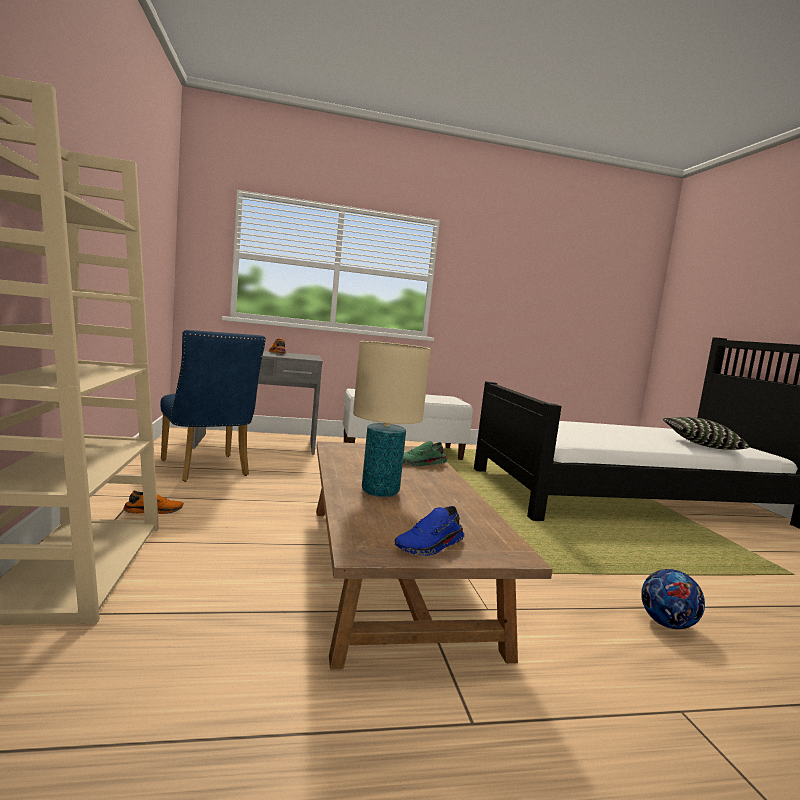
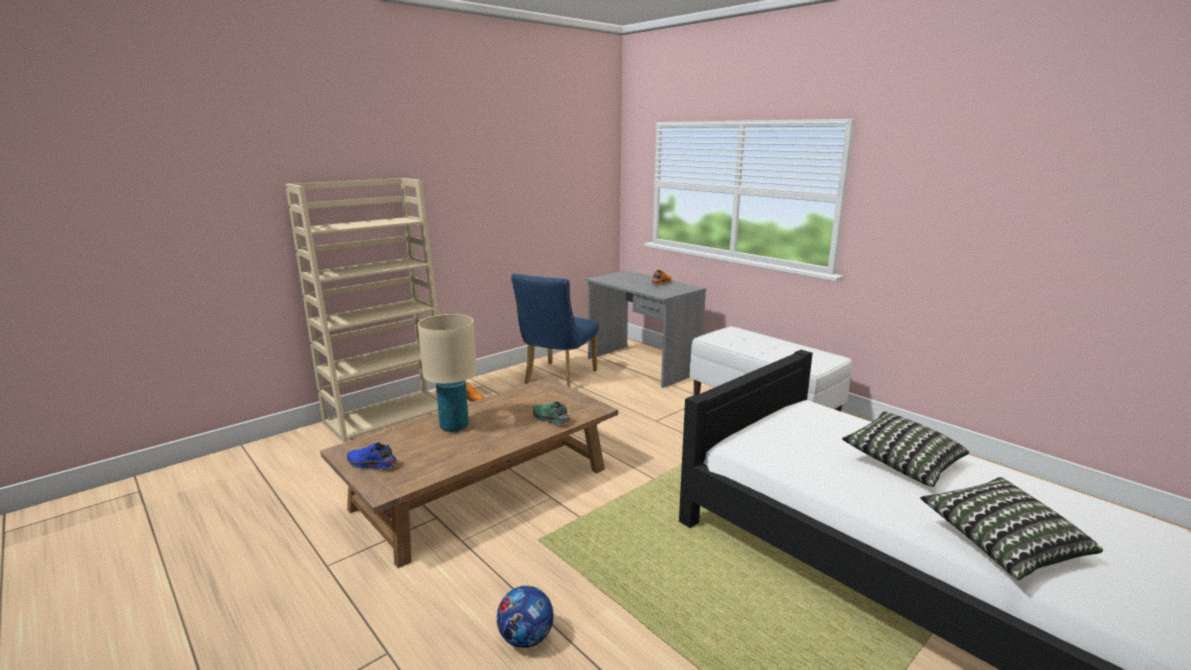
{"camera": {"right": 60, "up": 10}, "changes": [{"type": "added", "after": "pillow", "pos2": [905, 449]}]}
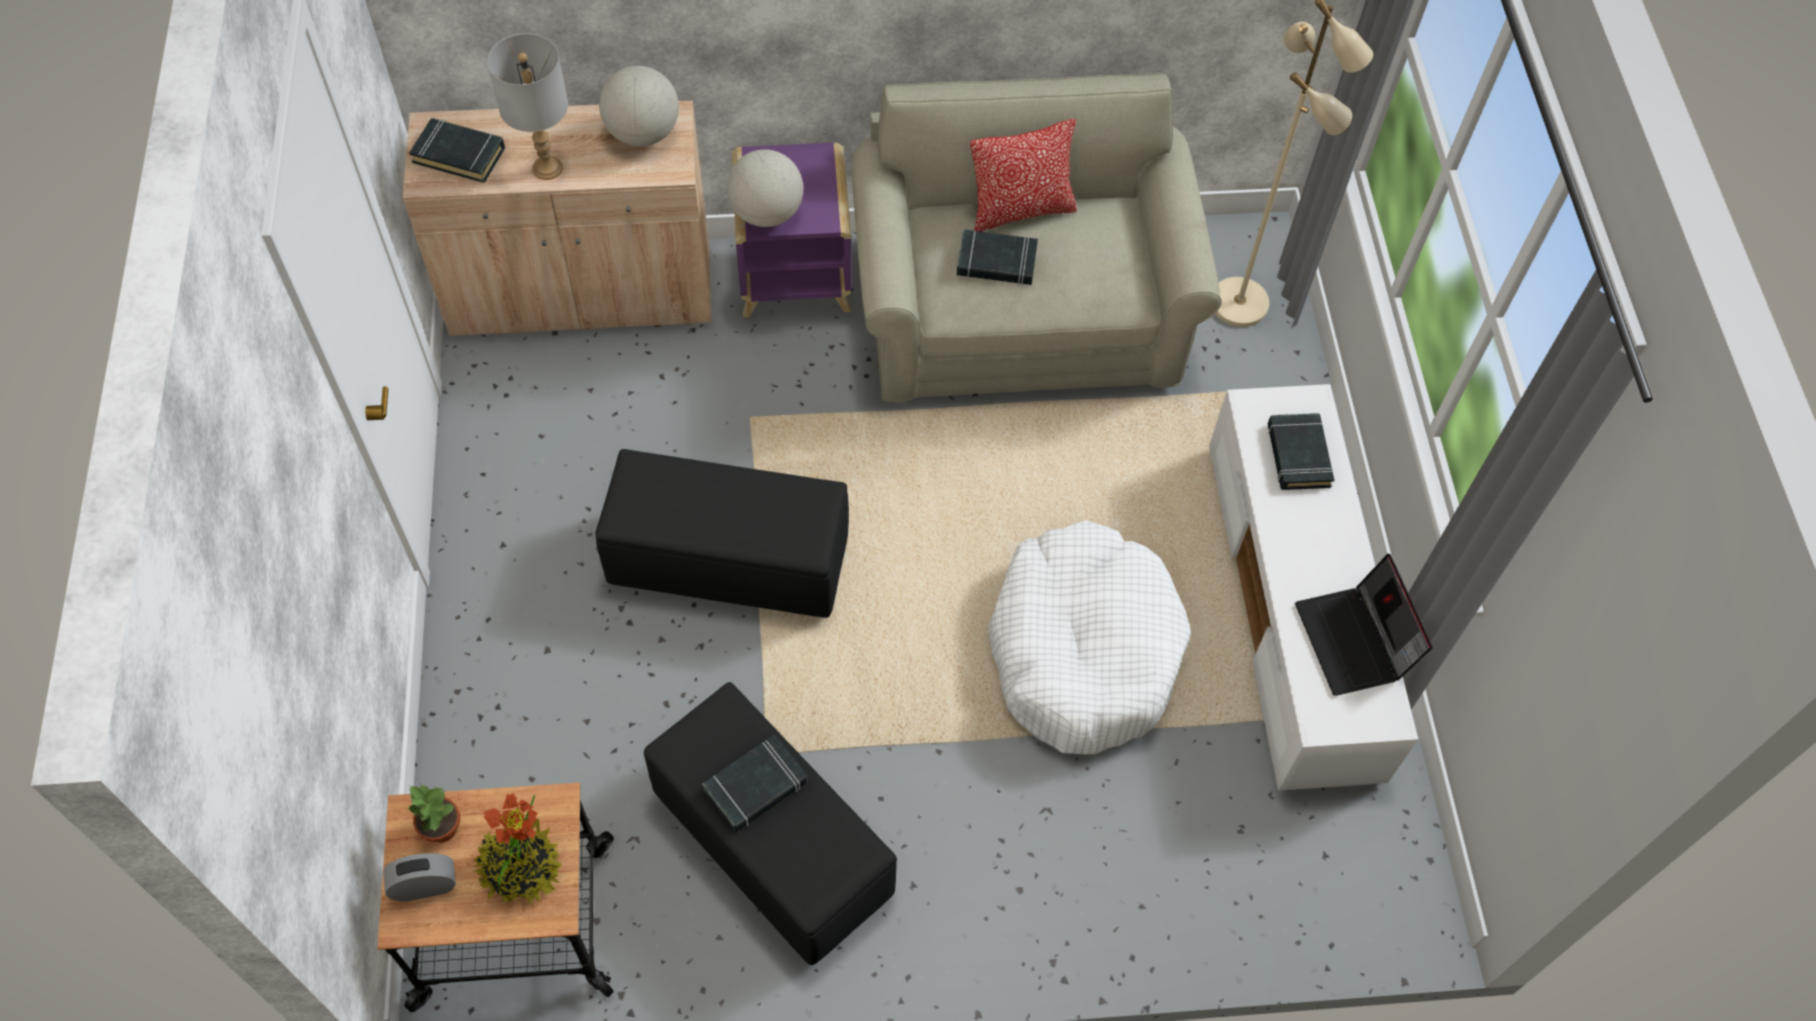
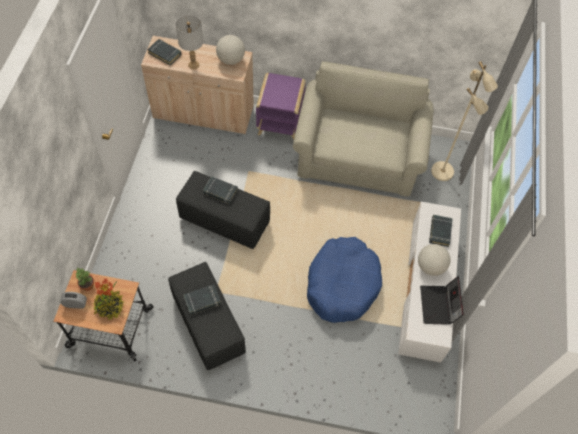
{"camera": {"right": 15, "up": 0}, "changes": [{"type": "removed", "before": "pillow", "pos1": [1023, 175]}, {"type": "moved", "before": "desk globe", "pos1": [765, 188], "pos2": [434, 260]}, {"type": "moved", "before": "black bound book", "pos1": [997, 257], "pos2": [220, 190]}, {"type": "recoloured", "before": "white-coloured dog cushion", "after": "blue dog cushion", "pos1": [1089, 637], "pos2": [344, 280]}]}
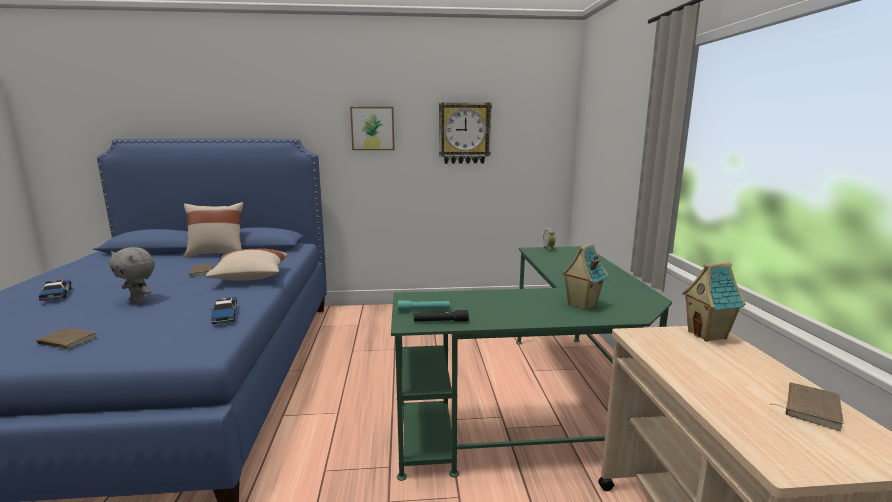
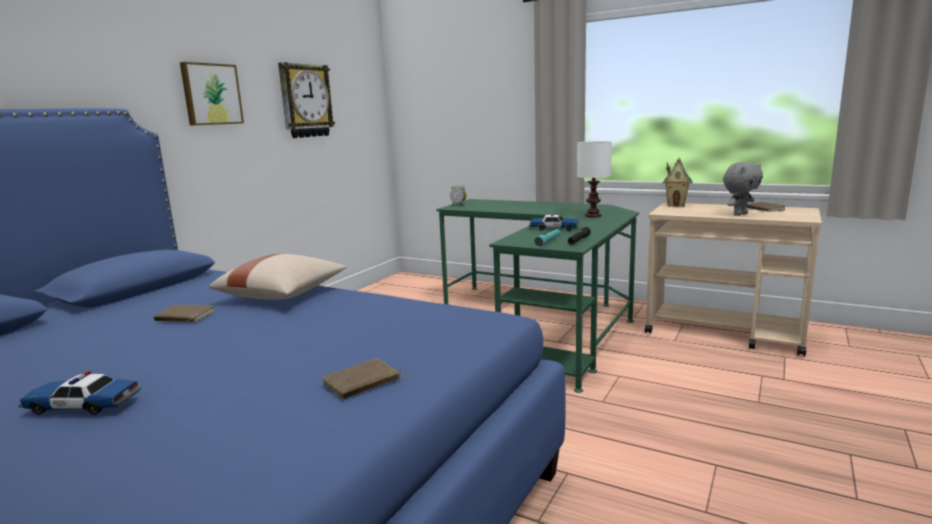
{"camera": {"right": -55, "up": 0}, "changes": [{"type": "removed", "before": "beige-coloured pillow", "pos1": [214, 230]}, {"type": "replaced", "before": "toy house", "after": "white-coloured lamp for a table", "pos1": [584, 276], "pos2": [594, 179]}, {"type": "moved", "before": "gray plush toy", "pos1": [132, 275], "pos2": [743, 189]}, {"type": "moved", "before": "miniature car", "pos1": [223, 310], "pos2": [554, 222]}]}
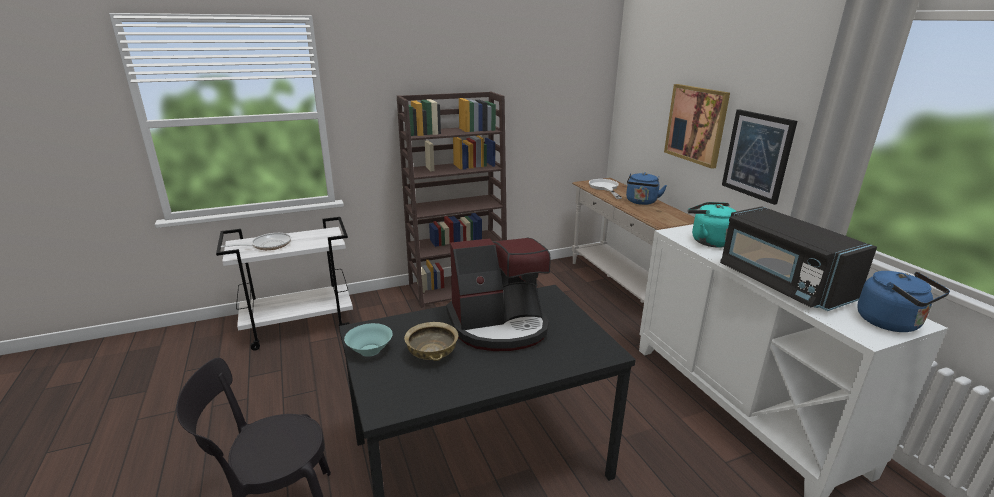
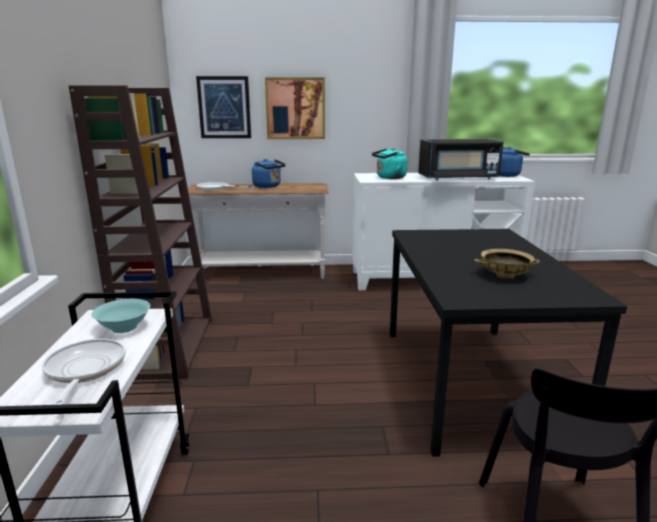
{"camera": {"right": -70, "up": -5}, "changes": [{"type": "moved", "before": "picture", "pos1": [759, 157], "pos2": [223, 107]}, {"type": "removed", "before": "coffee machine", "pos1": [498, 294]}, {"type": "moved", "before": "turquoise-coloured deep dish", "pos1": [368, 340], "pos2": [120, 316]}]}
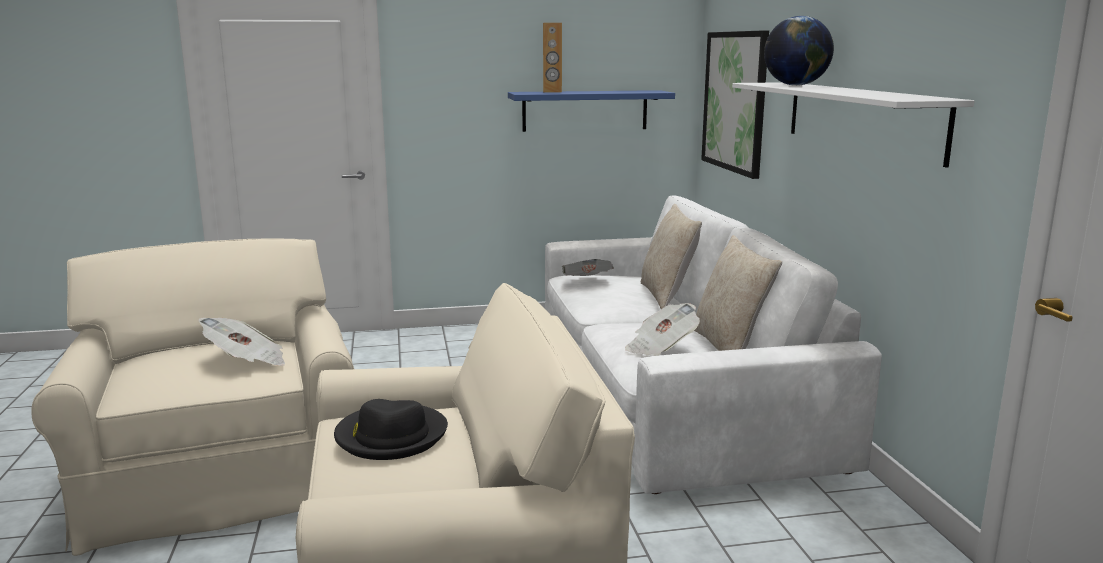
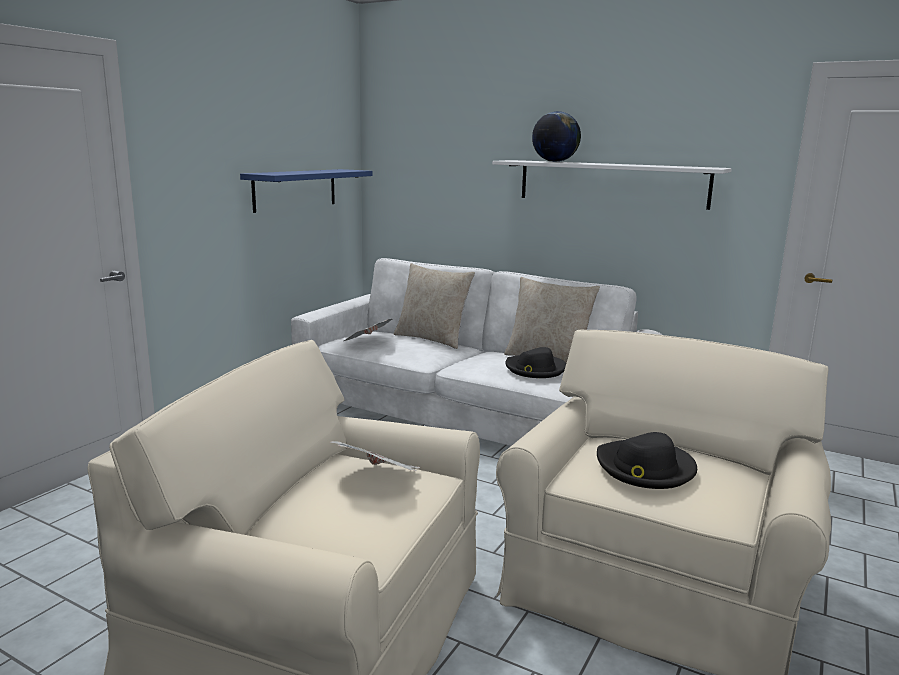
{"camera": {"right": -50, "up": 0}, "changes": [{"type": "removed", "before": "brown audio speaker", "pos1": [552, 57]}, {"type": "removed", "before": "picture", "pos1": [735, 104]}, {"type": "replaced", "before": "newspaper", "after": "black wearable hat", "pos1": [662, 329], "pos2": [536, 362]}]}
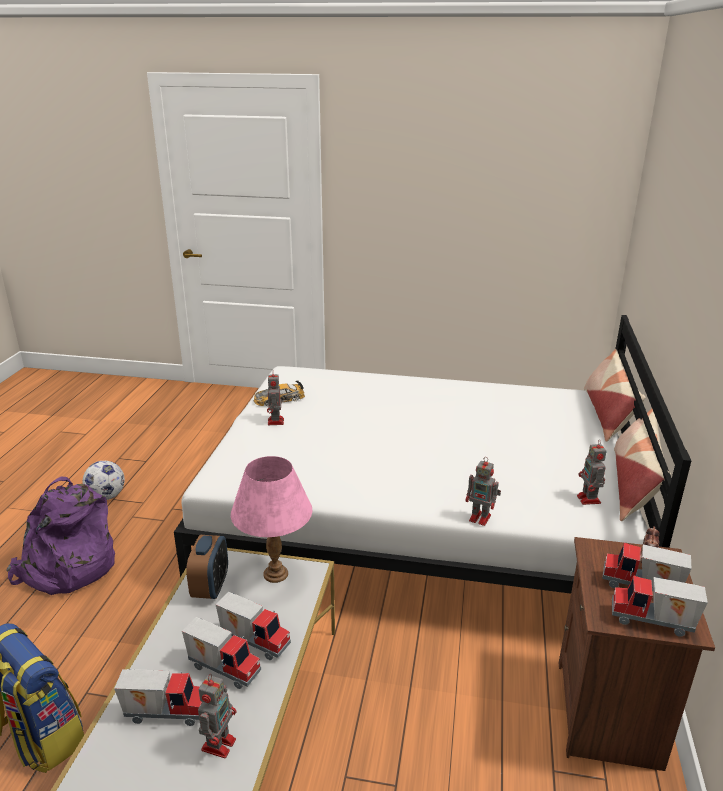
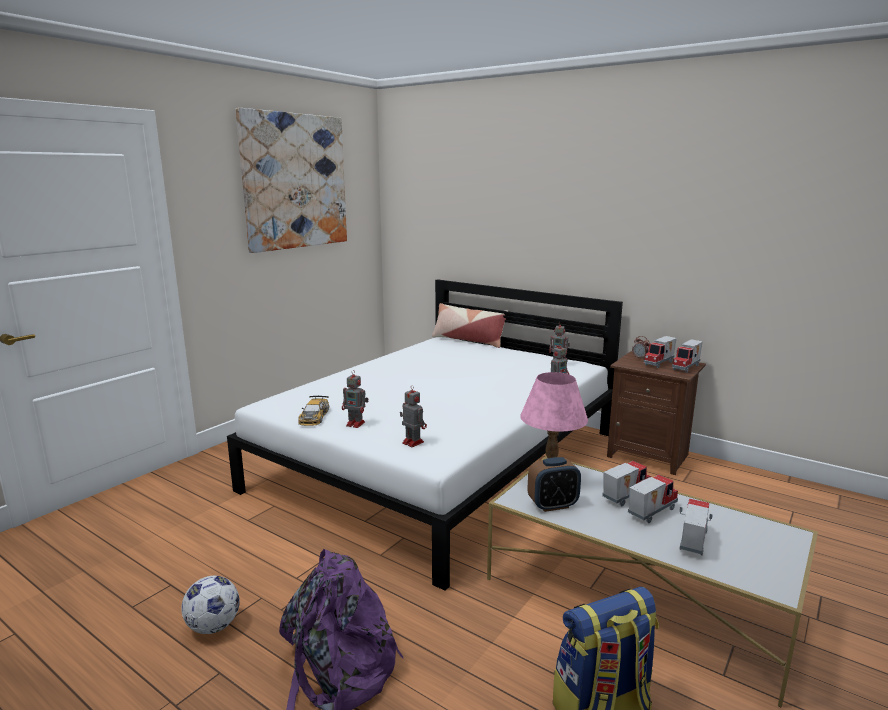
{"camera": {"right": -65, "up": -10}, "changes": [{"type": "removed", "before": "pillow", "pos1": [642, 465]}, {"type": "turned", "before": "table clock", "pos1": [207, 567], "pos2": [554, 484], "turn": 135}, {"type": "moved", "before": "robot figure", "pos1": [217, 716], "pos2": [413, 416]}, {"type": "added", "after": "picture", "pos2": [291, 180]}]}
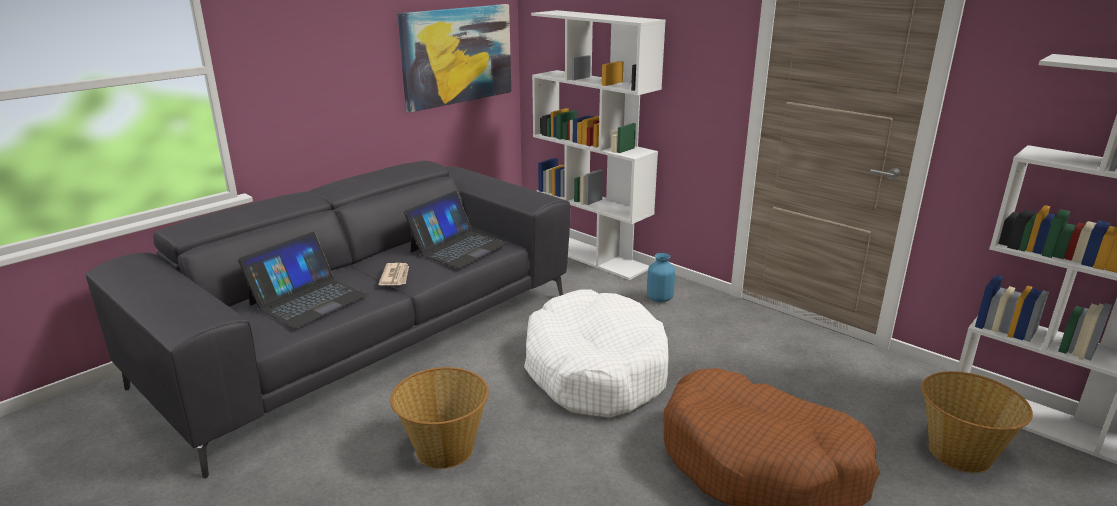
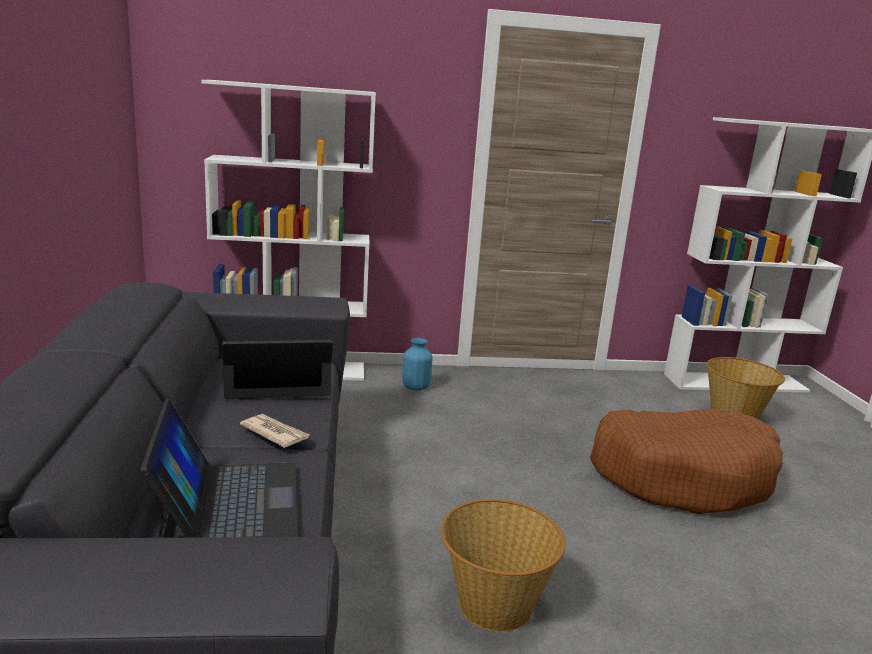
{"camera": {"right": -50, "up": -5}, "changes": [{"type": "removed", "before": "picture", "pos1": [454, 58]}, {"type": "turned", "before": "portable computer", "pos1": [456, 229], "pos2": [277, 369], "turn": -90}, {"type": "removed", "before": "white-coloured dog cushion", "pos1": [596, 354]}]}
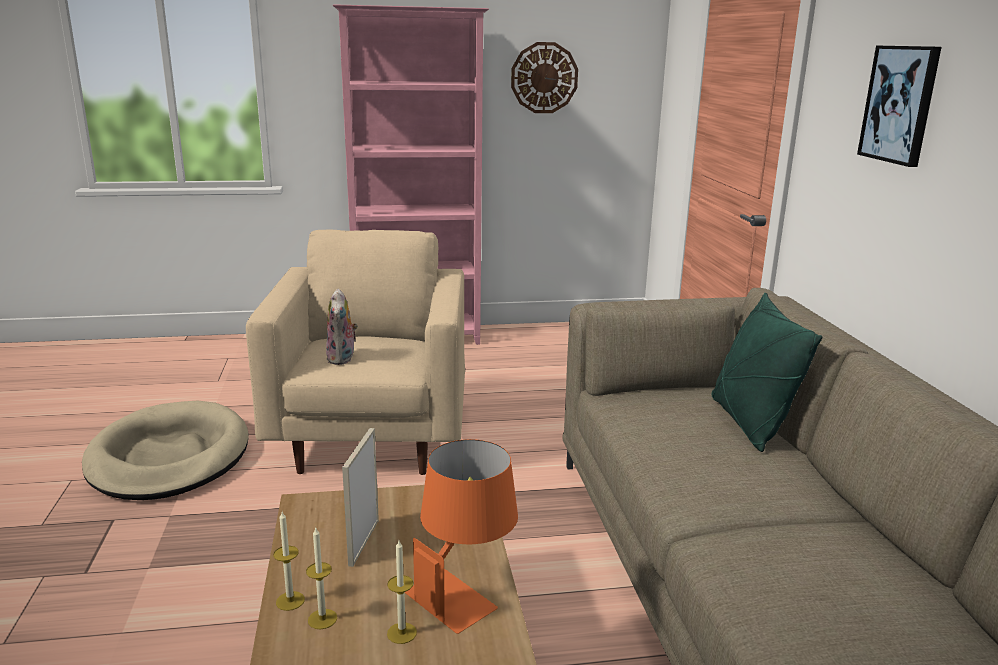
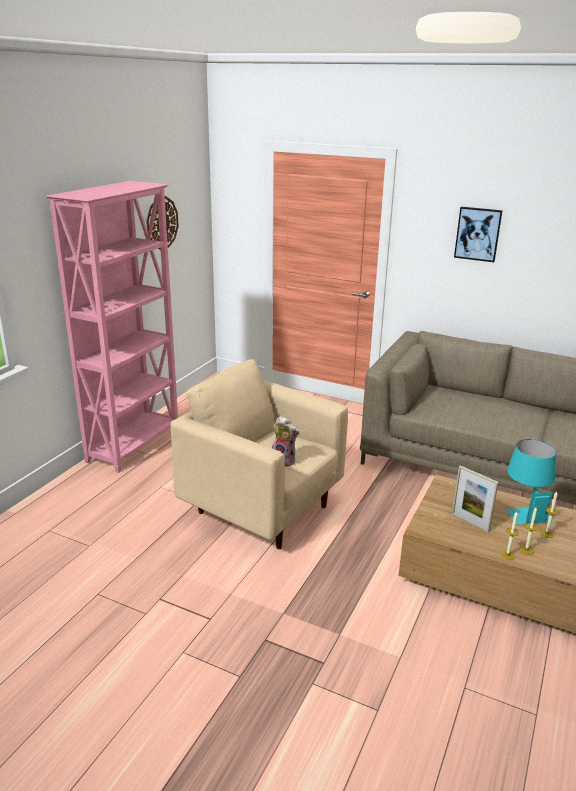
{"camera": {"right": -55, "up": 5}, "changes": [{"type": "removed", "before": "green-coloured pillow", "pos1": [767, 372]}, {"type": "removed", "before": "beige-coloured dog cushion", "pos1": [165, 450]}, {"type": "recoloured", "before": "orangey lamp for a table", "after": "turquoise-coloured lamp for a table", "pos1": [461, 536], "pos2": [531, 482]}]}
